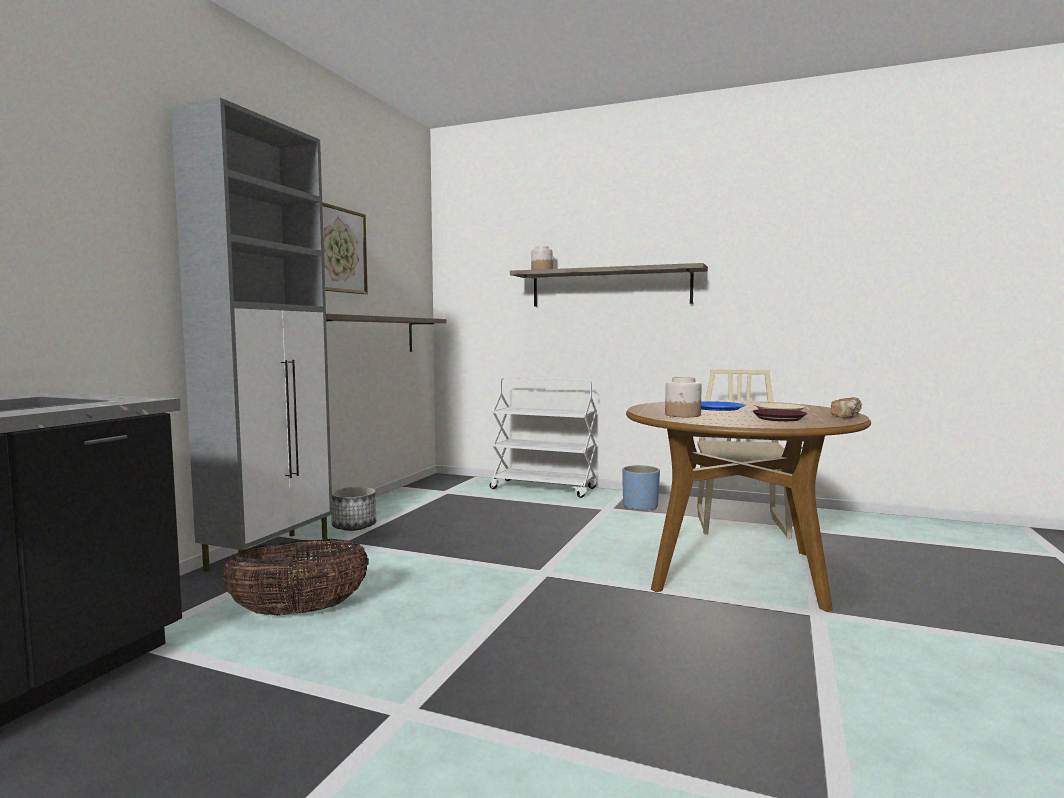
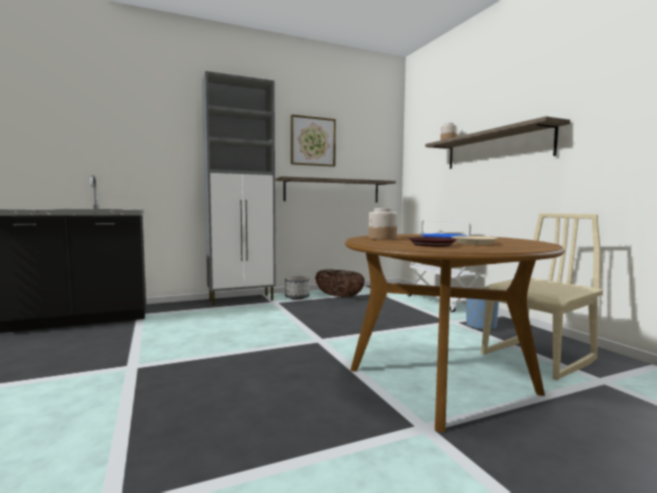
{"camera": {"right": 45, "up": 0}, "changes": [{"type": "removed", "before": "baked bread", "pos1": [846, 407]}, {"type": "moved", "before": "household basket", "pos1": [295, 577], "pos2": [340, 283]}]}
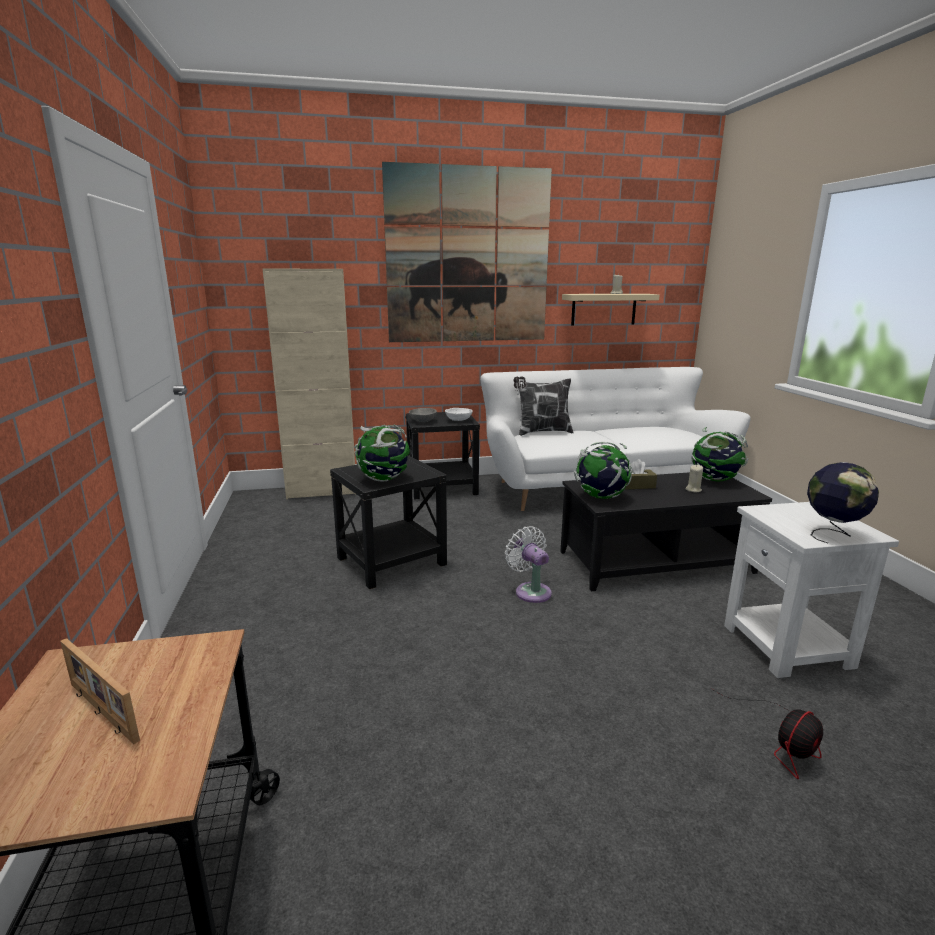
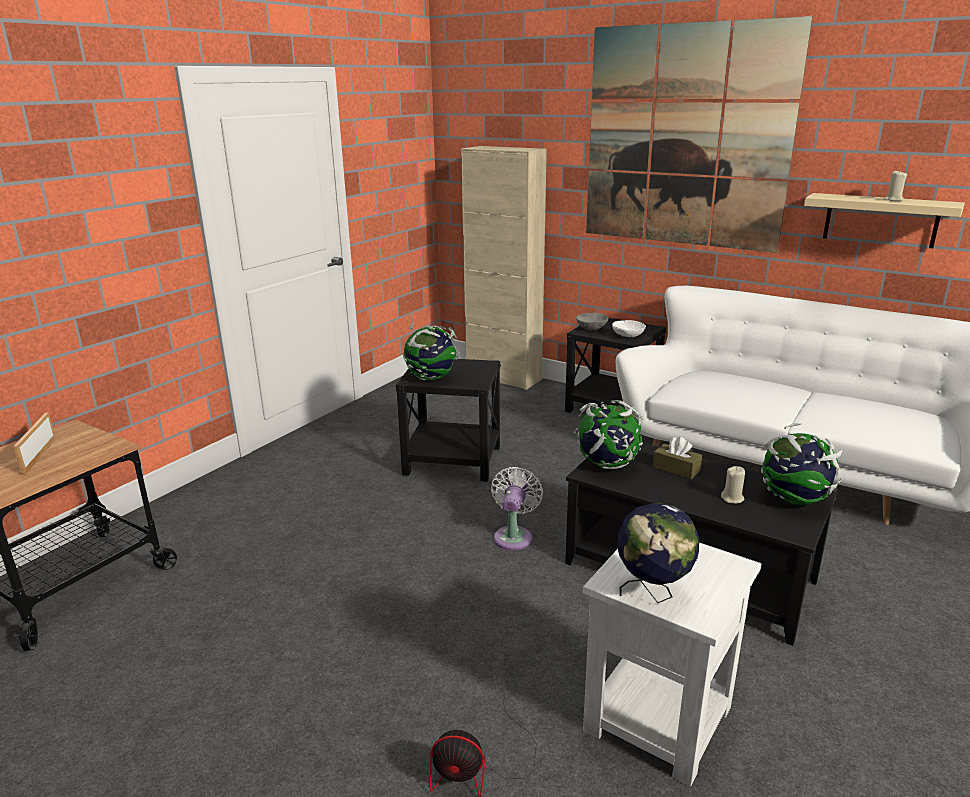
{"camera": {"right": 45, "up": 5}, "changes": [{"type": "removed", "before": "pillow", "pos1": [543, 406]}]}
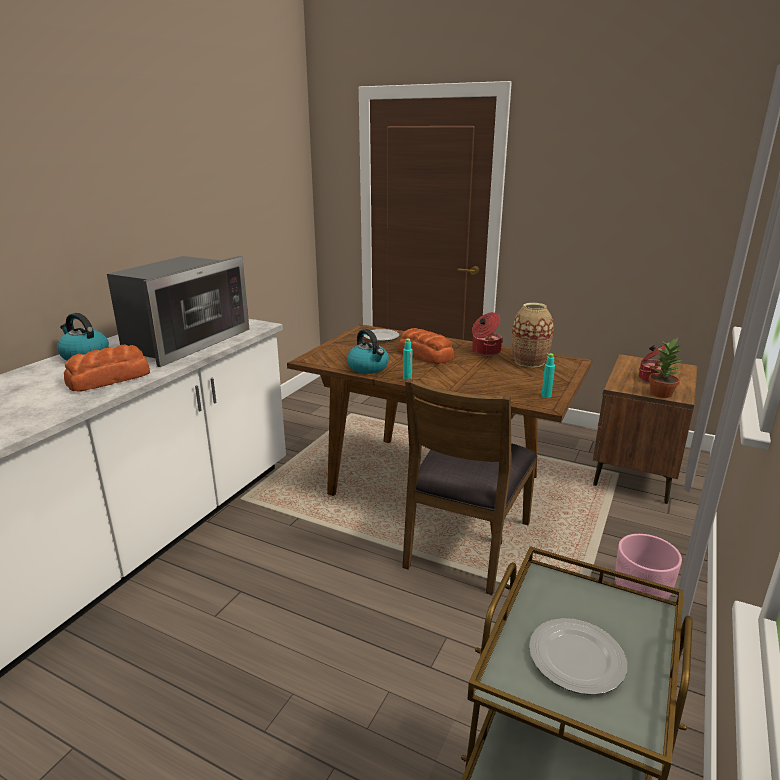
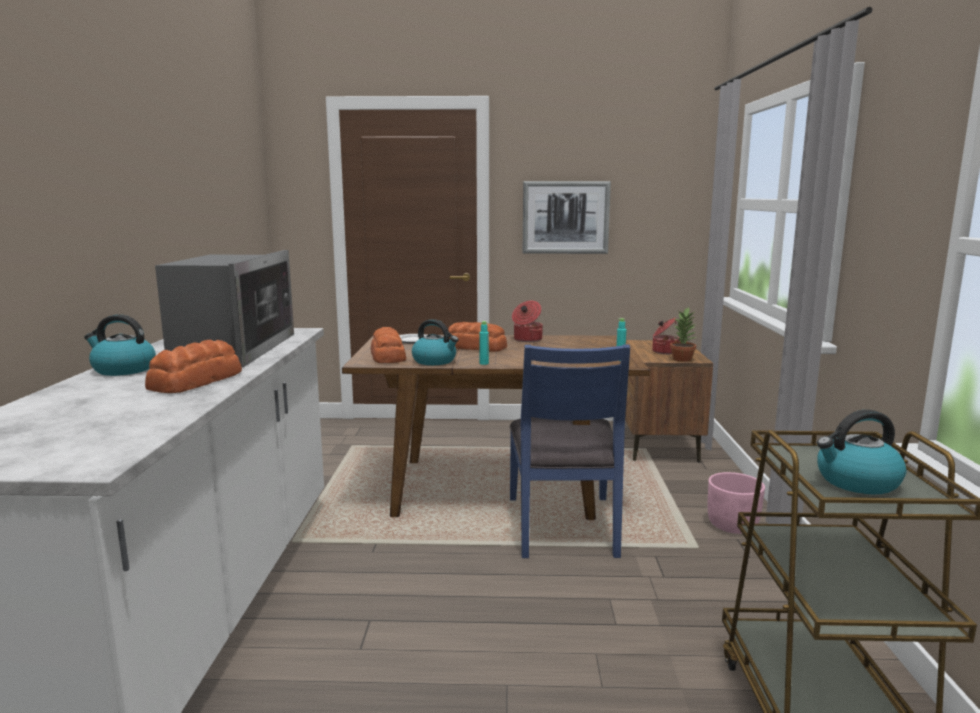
{"camera": {"right": -25, "up": -10}, "changes": [{"type": "removed", "before": "flower vase", "pos1": [533, 335]}, {"type": "recoloured", "before": "brown plain chair", "after": "blue plain chair", "pos1": [469, 486], "pos2": [570, 451]}, {"type": "replaced", "before": "dinner plate", "after": "tea kettle", "pos1": [578, 656], "pos2": [861, 452]}, {"type": "added", "after": "picture", "pos2": [567, 217]}, {"type": "added", "after": "baked bread", "pos2": [388, 345]}]}
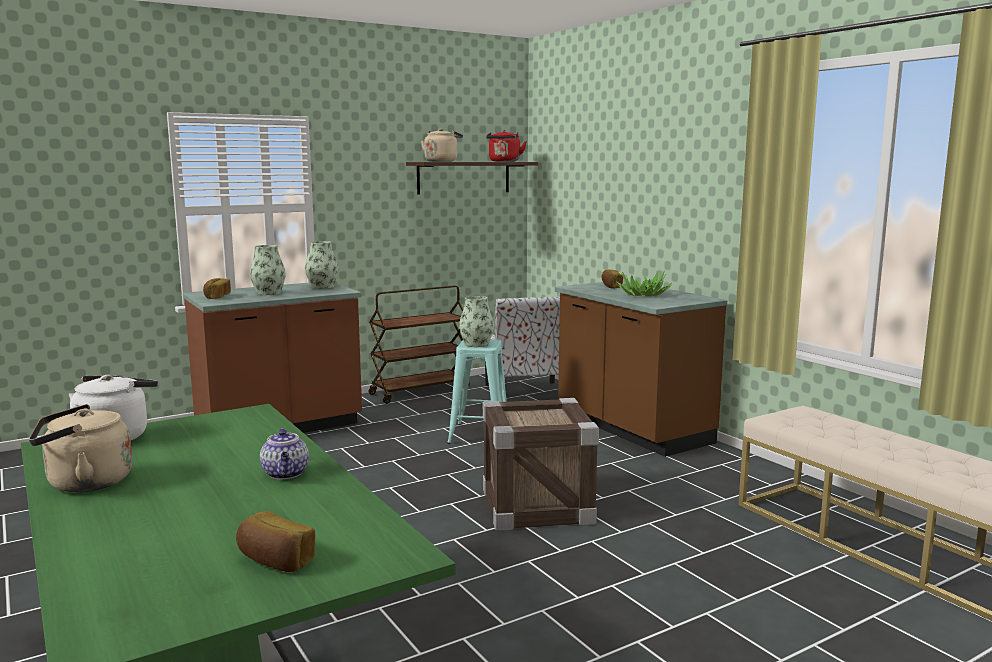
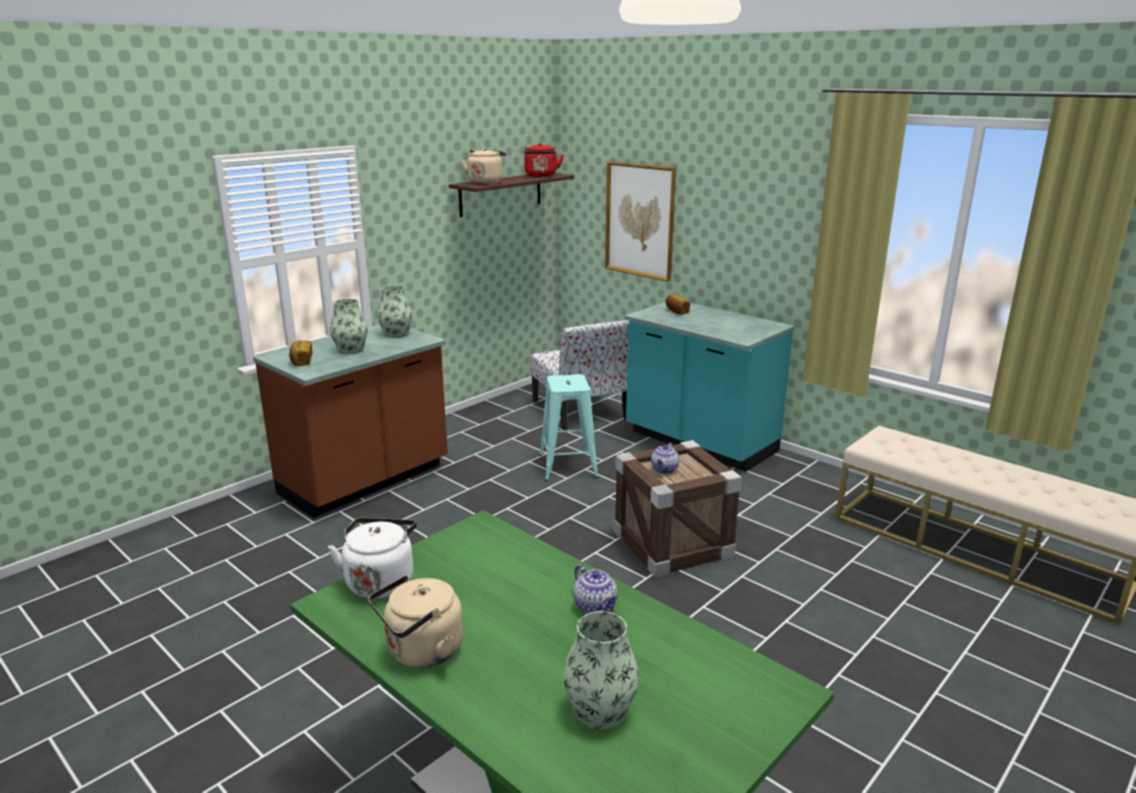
{"camera": {"right": -15, "up": 10}, "changes": [{"type": "removed", "before": "potted plant", "pos1": [644, 283]}, {"type": "recoloured", "before": "brown kitchen base unit", "after": "turquoise-coloured kitchen base unit", "pos1": [641, 369], "pos2": [710, 387]}, {"type": "removed", "before": "brown wheeled cart", "pos1": [419, 344]}, {"type": "moved", "before": "flower vase", "pos1": [476, 321], "pos2": [601, 670]}, {"type": "removed", "before": "baked bread", "pos1": [275, 541]}, {"type": "added", "after": "picture", "pos2": [640, 221]}, {"type": "added", "after": "pot for tea", "pos2": [665, 458]}]}
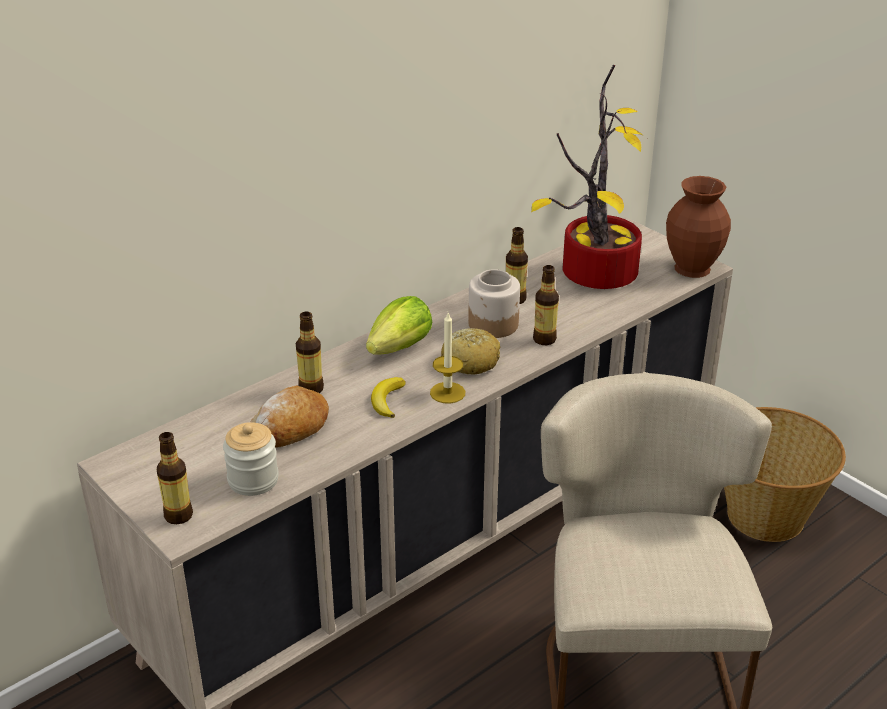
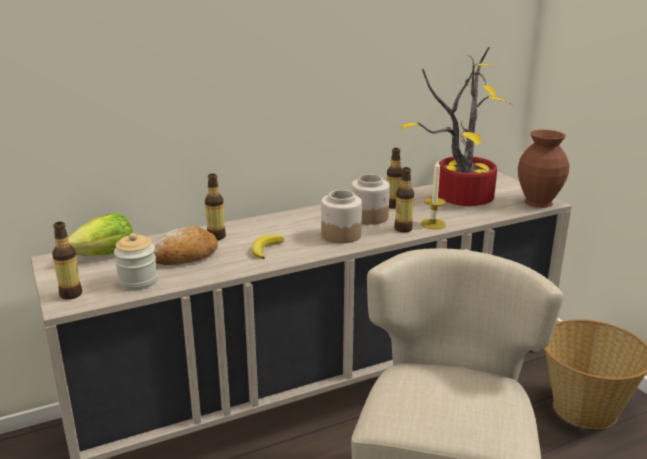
{"camera": {"right": 15, "up": -10}, "changes": [{"type": "moved", "before": "lettuce", "pos1": [399, 325], "pos2": [100, 234]}, {"type": "moved", "before": "wax light", "pos1": [447, 358], "pos2": [433, 194]}, {"type": "replaced", "before": "baked bread", "after": "jar", "pos1": [470, 351], "pos2": [341, 217]}]}
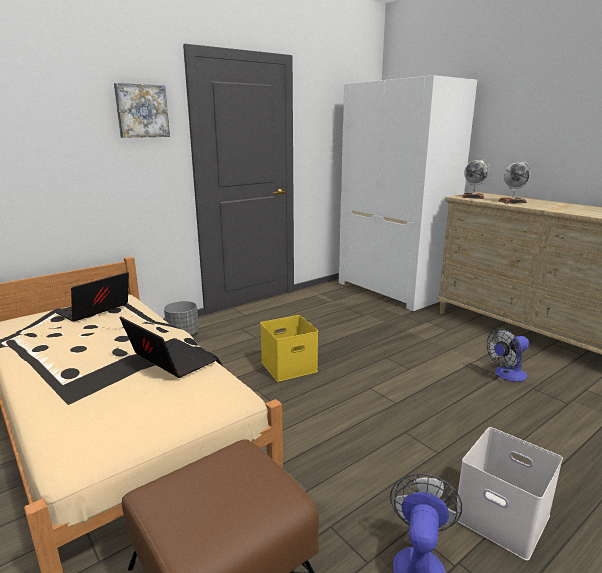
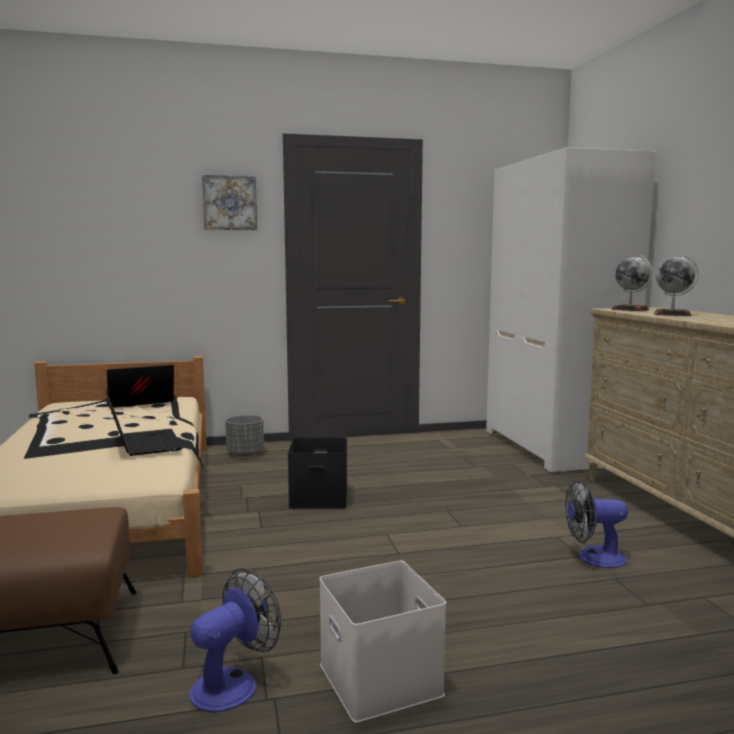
{"camera": {"right": 25, "up": -10}, "changes": [{"type": "recoloured", "before": "yellow-coloured storage container", "after": "black storage container", "pos1": [289, 348], "pos2": [318, 473]}]}
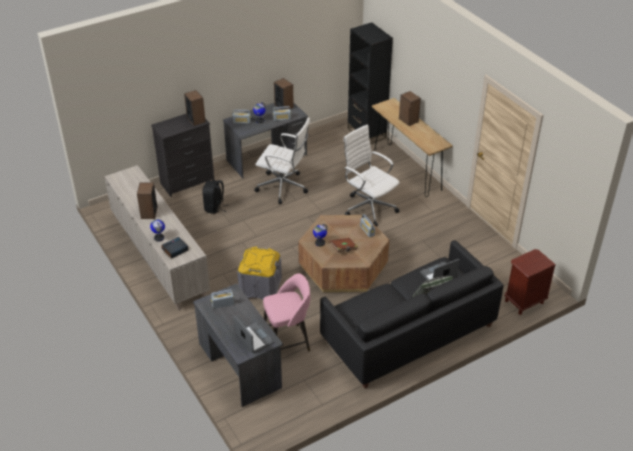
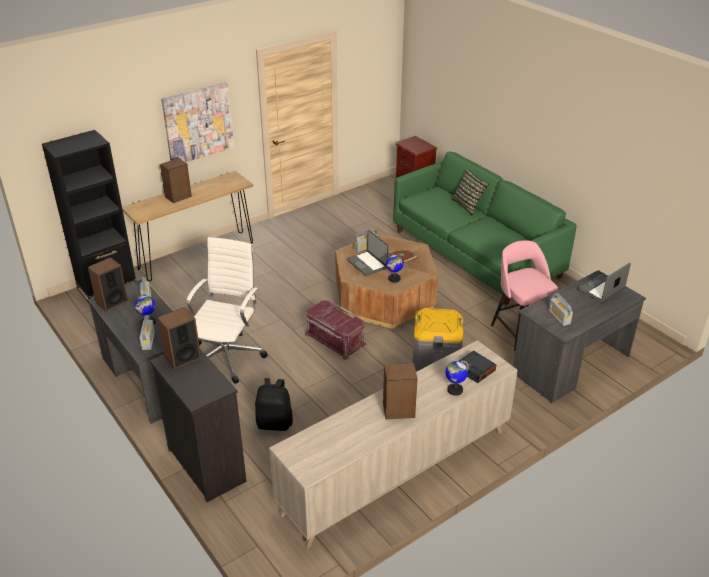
{"camera": {"right": -95, "up": -5}, "changes": [{"type": "removed", "before": "white-coloured office chair", "pos1": [371, 175]}, {"type": "recoloured", "before": "black couch", "after": "green-coloured couch", "pos1": [412, 314], "pos2": [485, 228]}, {"type": "moved", "before": "portable computer", "pos1": [440, 269], "pos2": [368, 253]}, {"type": "added", "after": "picture", "pos2": [197, 122]}, {"type": "added", "after": "red storage container", "pos2": [336, 330]}]}
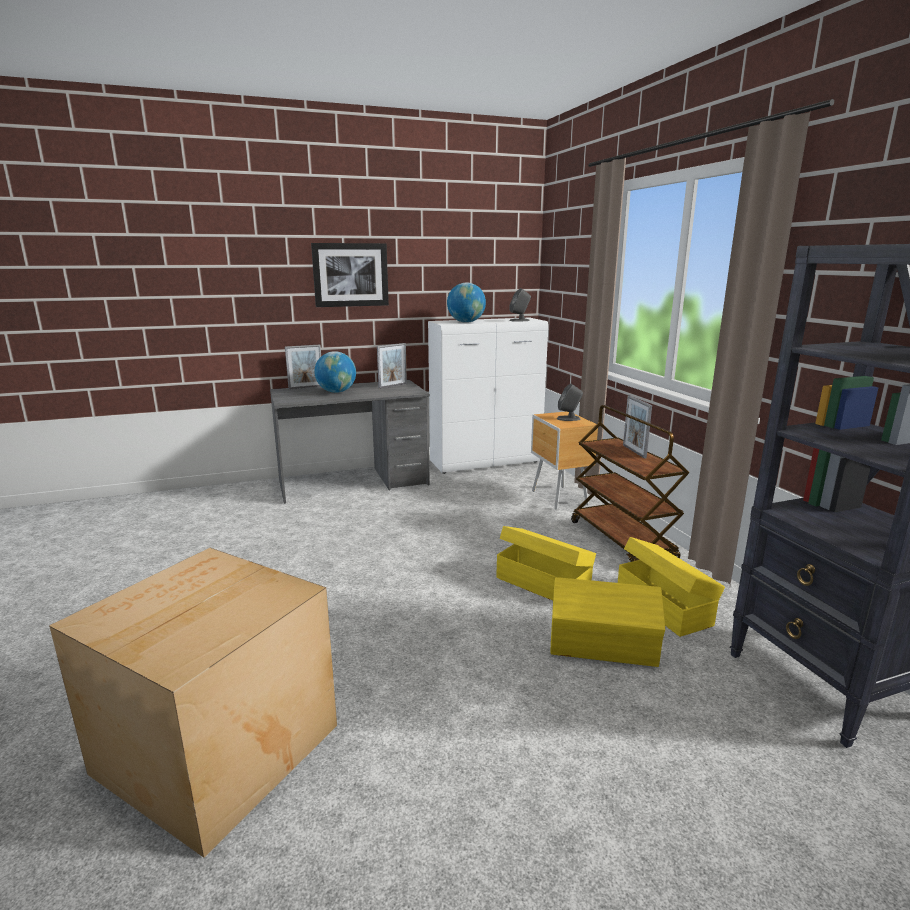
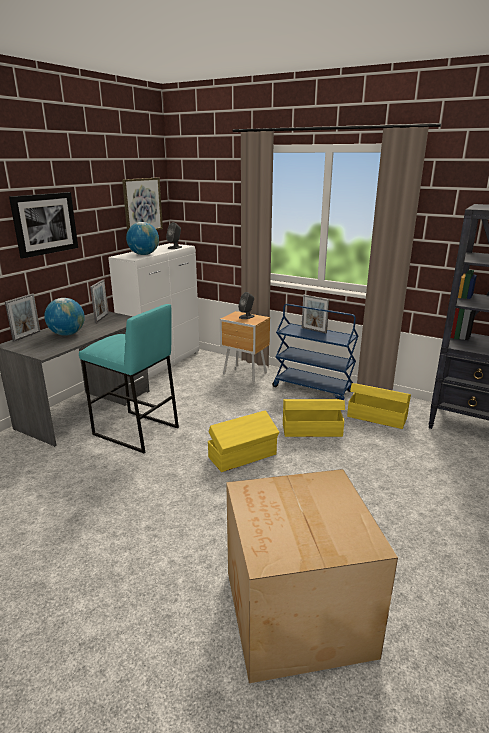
{"camera": {"right": -40, "up": 5}, "changes": [{"type": "recoloured", "before": "brown wheeled cart", "after": "blue wheeled cart", "pos1": [630, 483], "pos2": [315, 352]}, {"type": "moved", "before": "yellow-coloured storage container", "pos1": [608, 622], "pos2": [243, 441]}, {"type": "added", "after": "picture", "pos2": [142, 204]}, {"type": "added", "after": "turquoise-coloured stool", "pos2": [129, 378]}]}
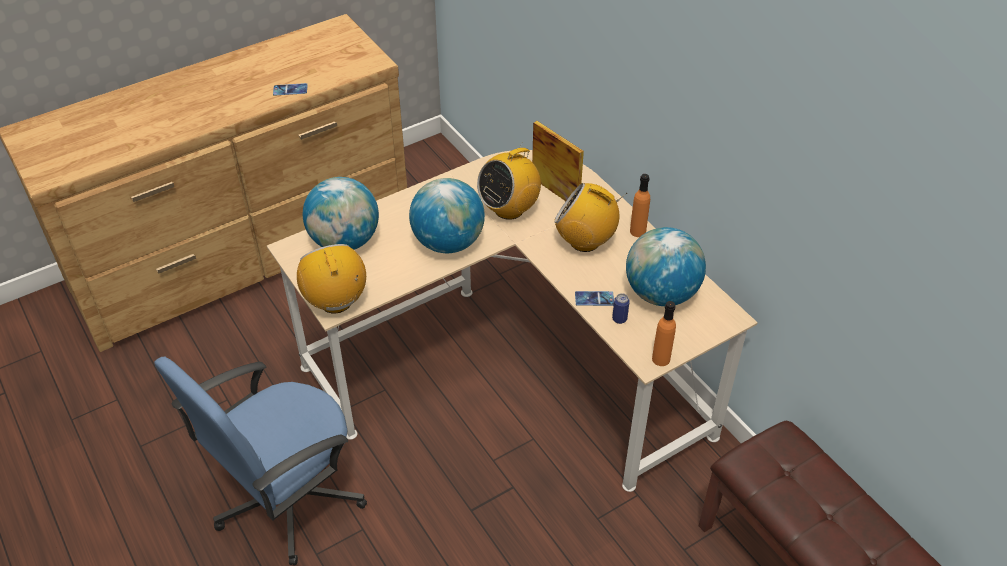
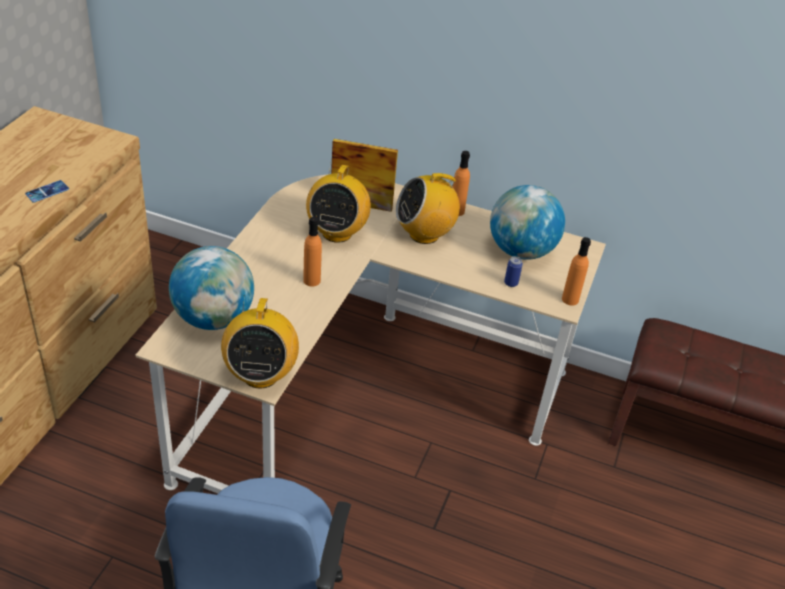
{"camera": {"right": -40, "up": -5}, "changes": [{"type": "replaced", "before": "desk globe", "after": "orangey bottle", "pos1": [447, 215], "pos2": [312, 251]}, {"type": "turned", "before": "radio set", "pos1": [331, 279], "pos2": [260, 342], "turn": -120}, {"type": "removed", "before": "phone", "pos1": [594, 298]}]}
